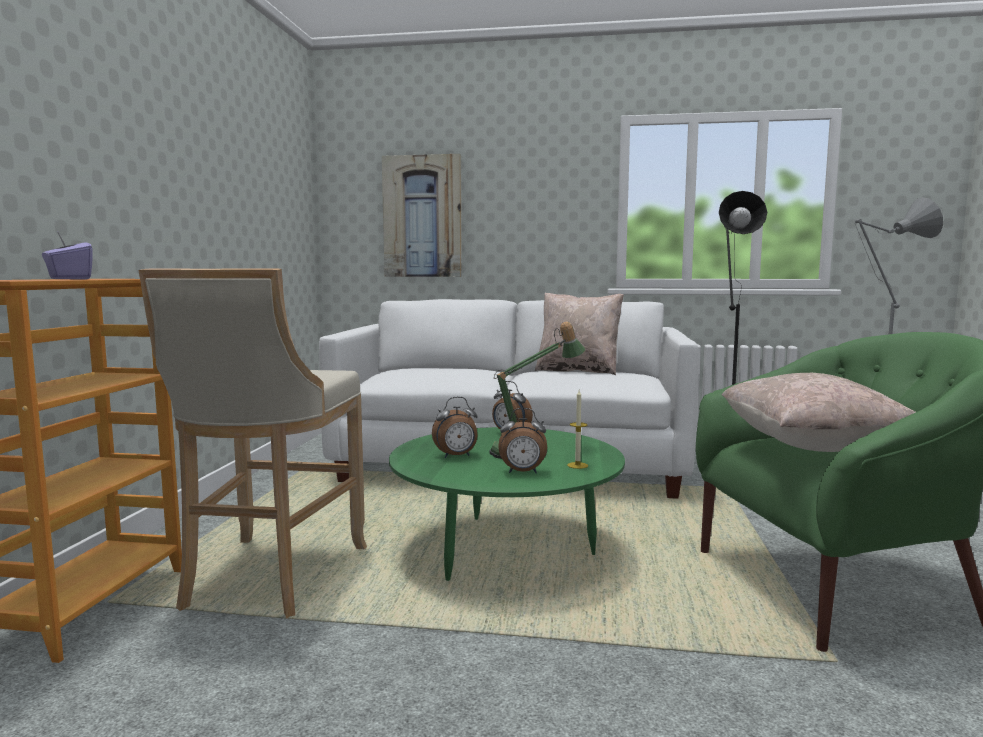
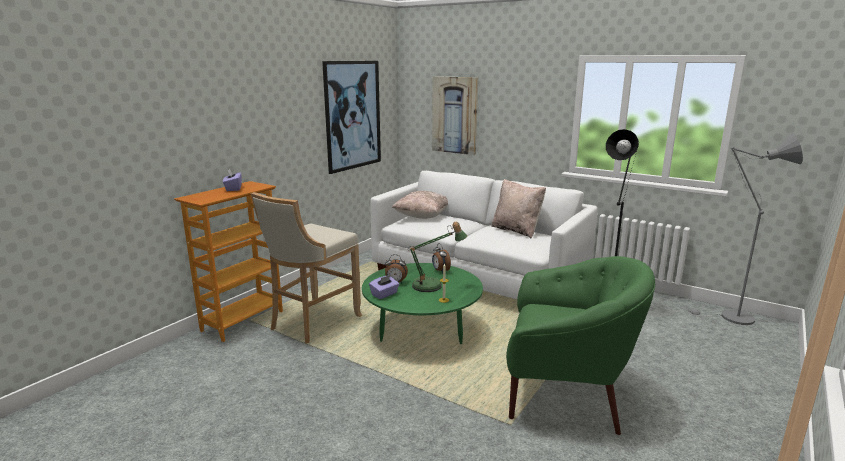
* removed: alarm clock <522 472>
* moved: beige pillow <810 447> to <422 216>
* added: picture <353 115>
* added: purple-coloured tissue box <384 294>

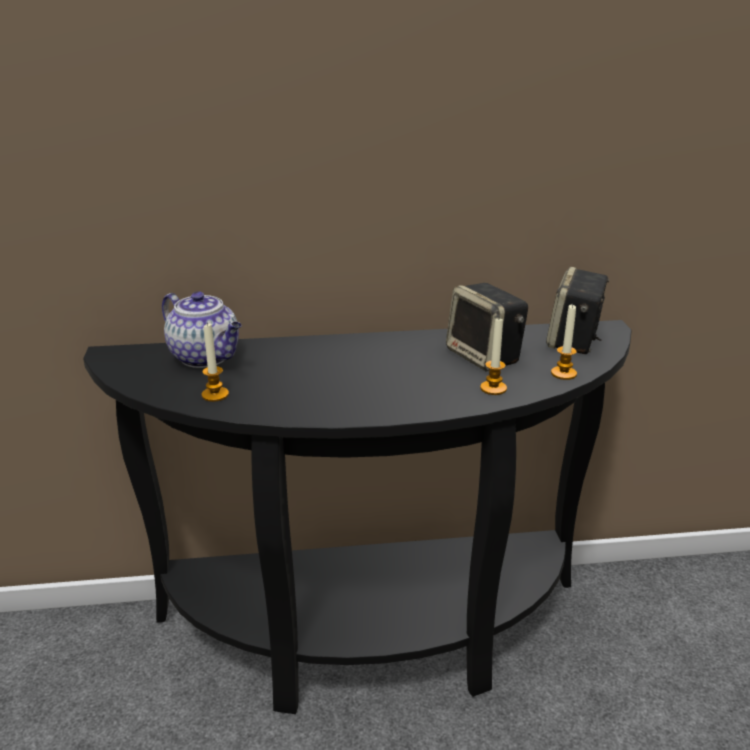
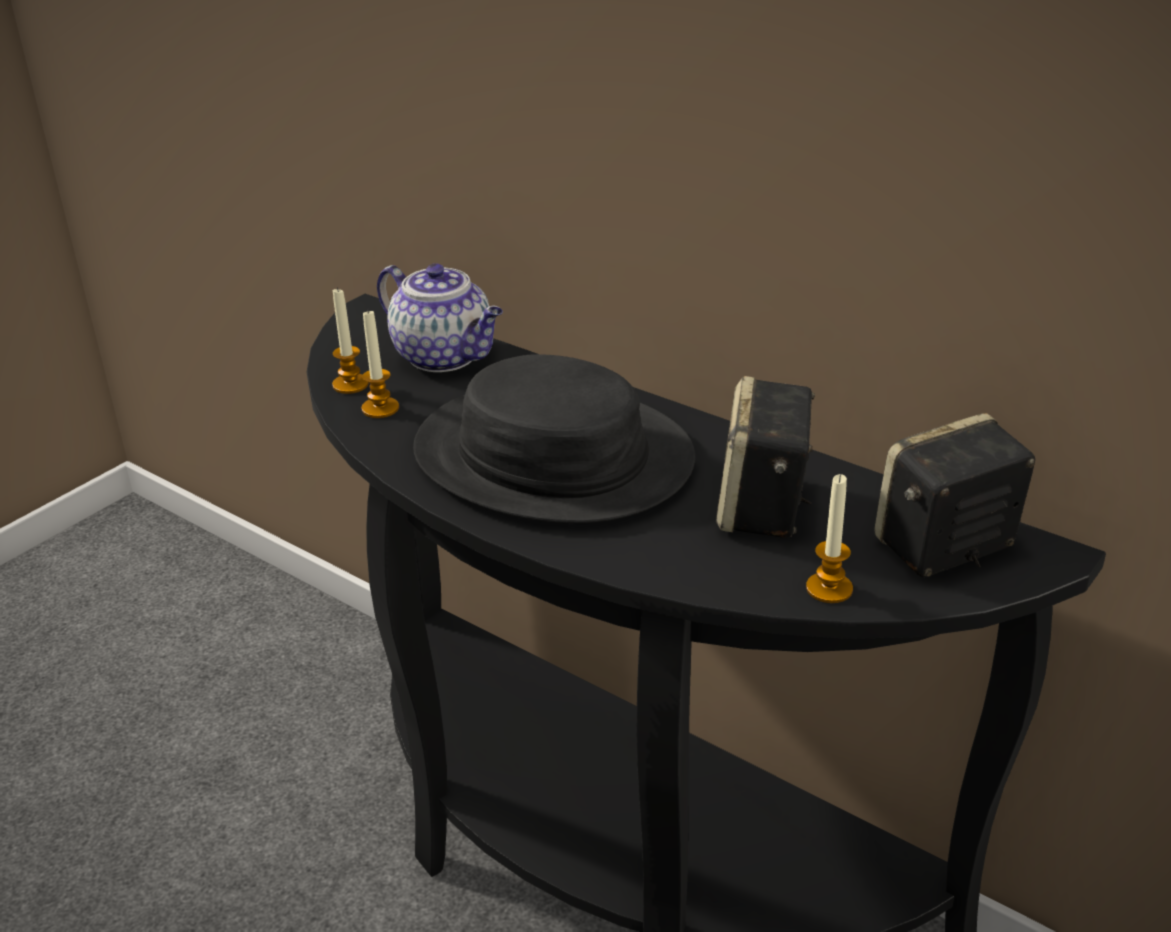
* turned: tea pot <206 357> = <446 356> 45 degrees counterclockwise
* moved: candle <493 388> to <350 385>
* added: black-coloured hat <552 457>

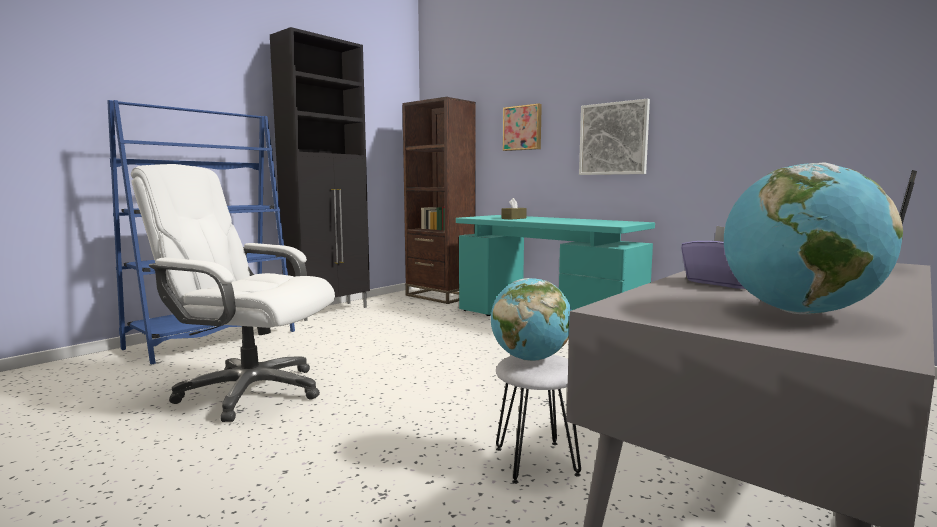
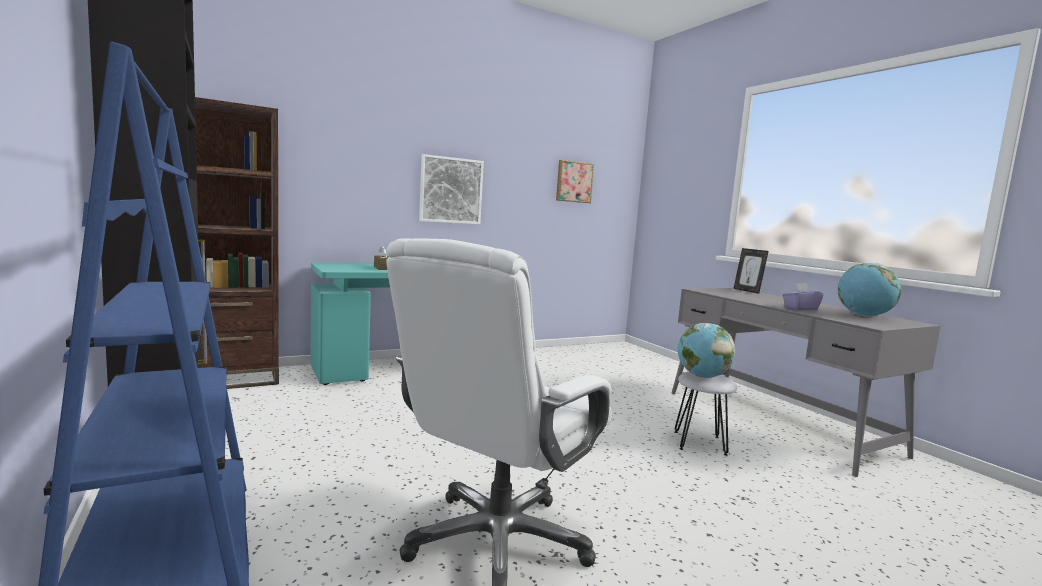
* moved: picture <523 128> to <573 182>

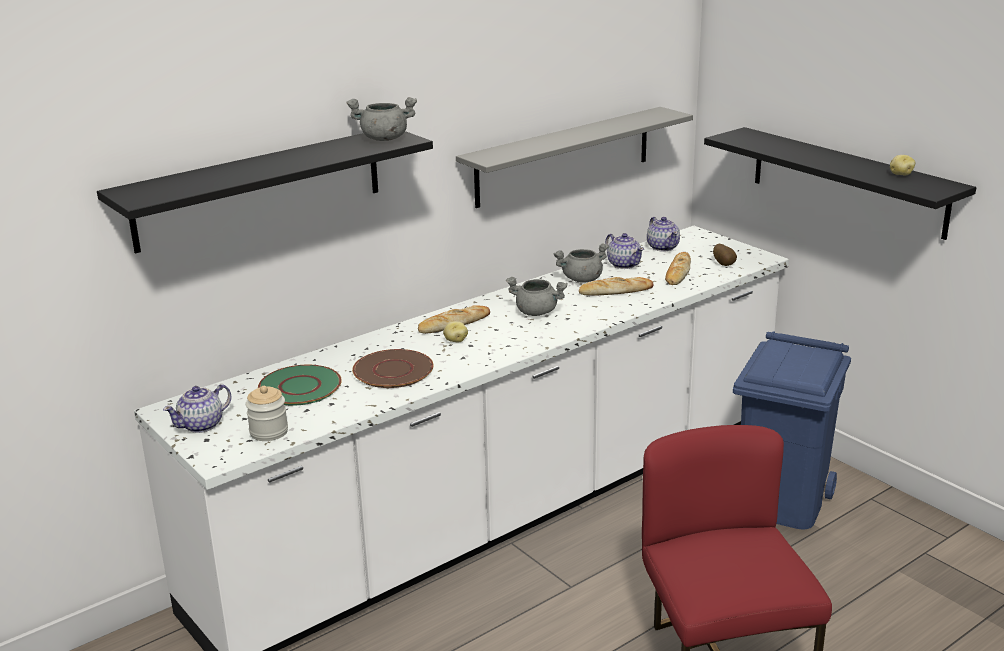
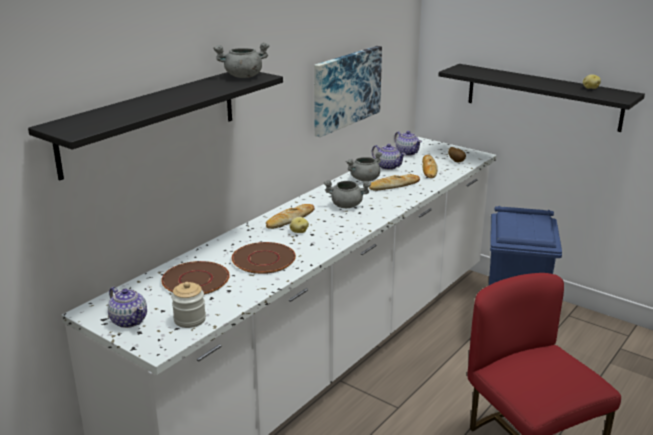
* turned: tea pot <202 425> = <129 320> 75 degrees counterclockwise
* recoloured: green dinner plate <299 387> to brownish dinner plate <195 280>
* replaced: greyish bracket shelf <564 156> to picture <346 89>

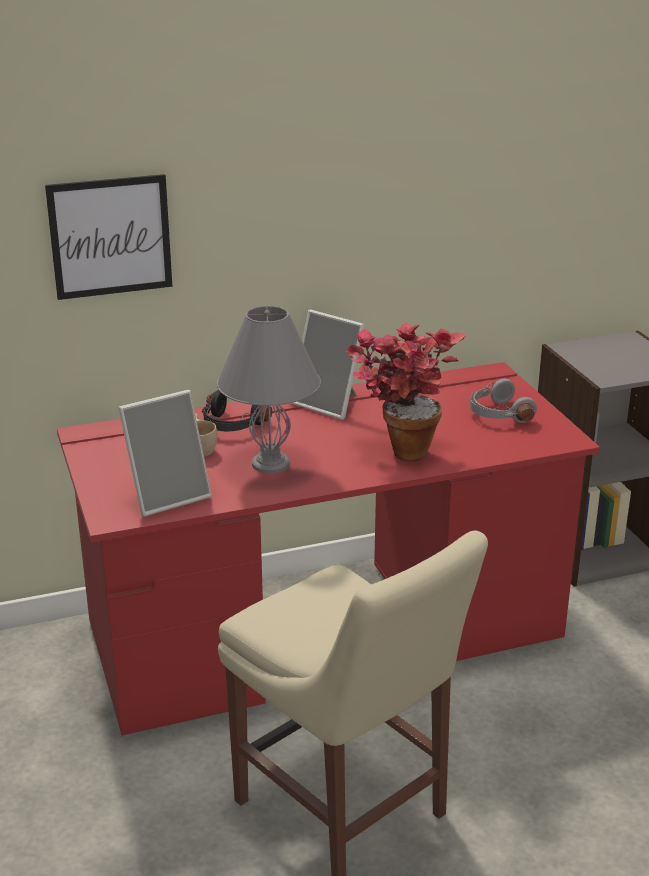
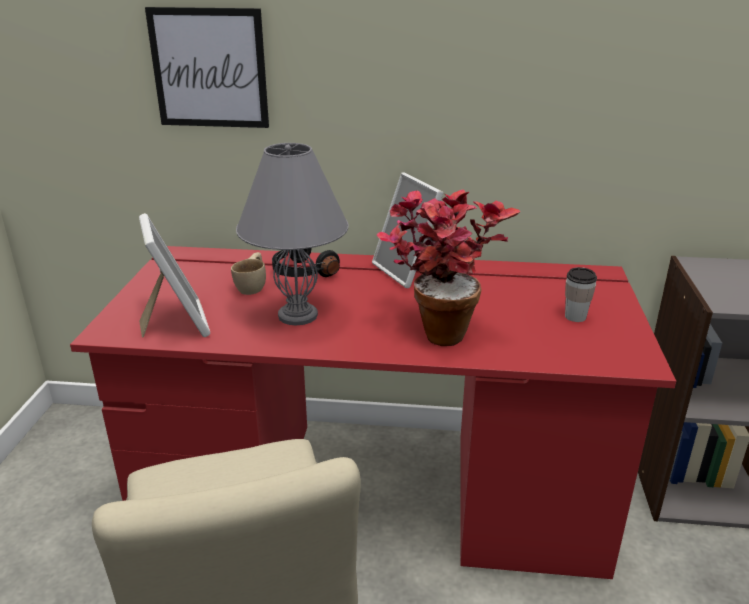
* turned: standing frame <167 495> = <176 323> 105 degrees counterclockwise
* replaced: greyish headphones <498 414> to small cup <575 316>

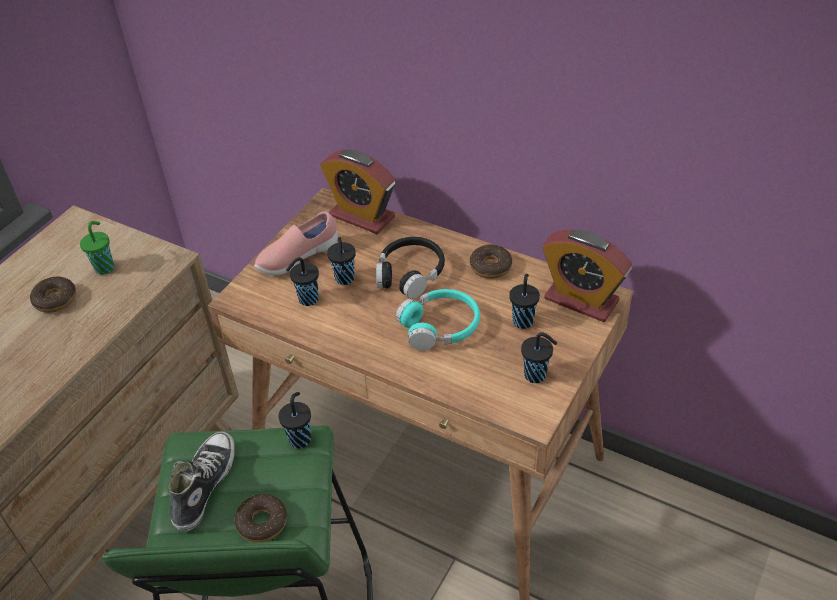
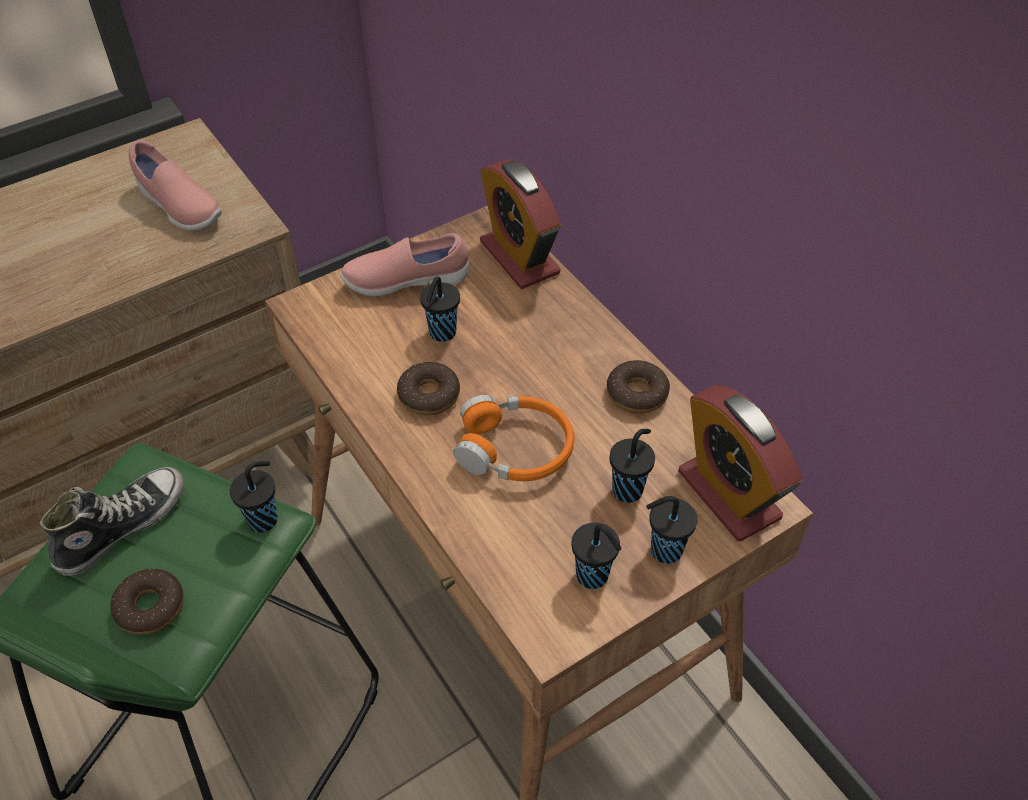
* moved: doughnut <55 299> to <429 395>
* replaced: green small cup <105 267> to pinkish low shoe <178 207>
* moved: black-coloured small cup <307 299> to <664 550>
* removed: black-coloured headphones <410 273>
* recoloured: turquoise headphones <440 327> to orangey headphones <515 449>

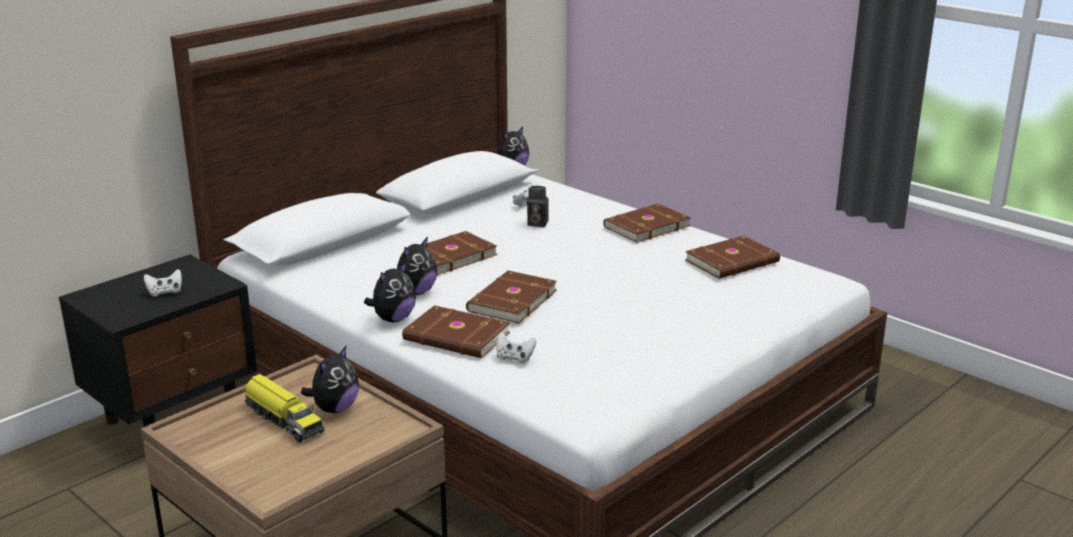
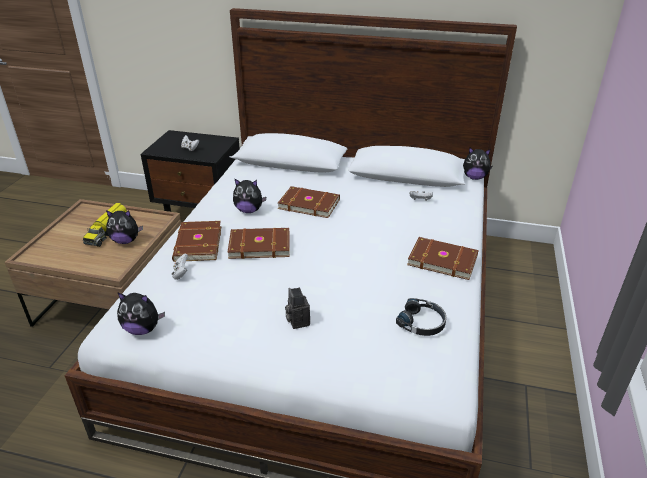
* moved: cuddly toy <393 319> to <142 329>
* moved: still camera <536 223> to <297 321>
* replaced: brownish bound book <733 262> to black-coloured headphones <422 323>

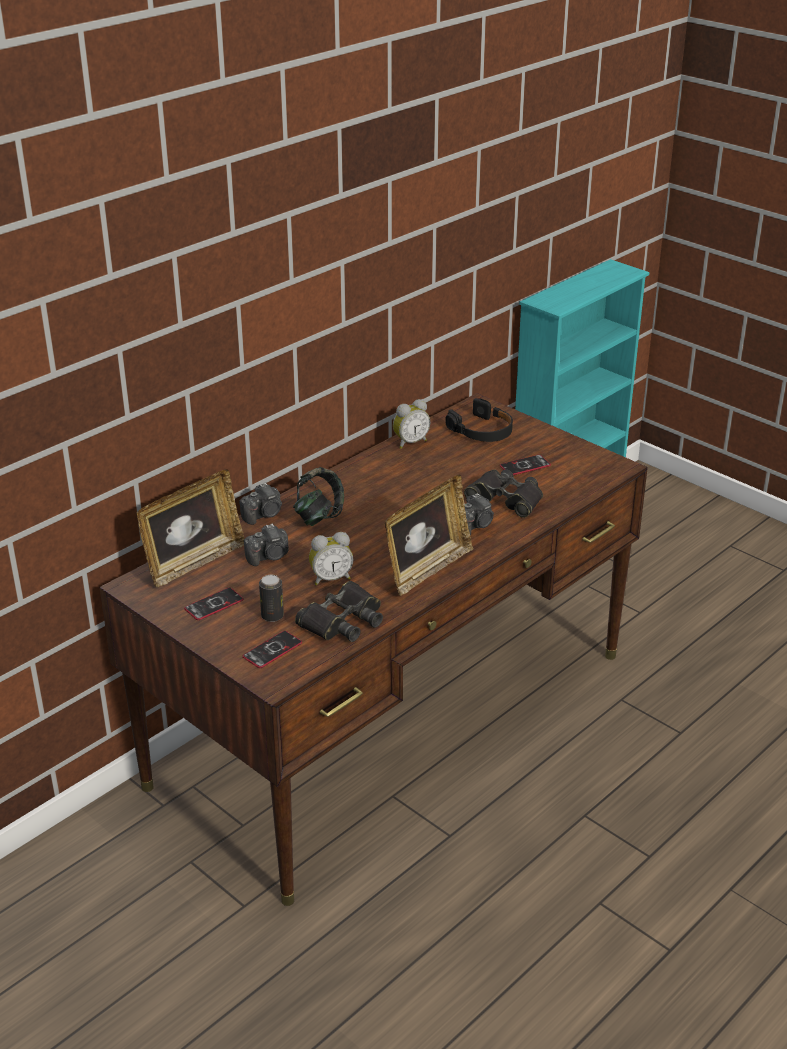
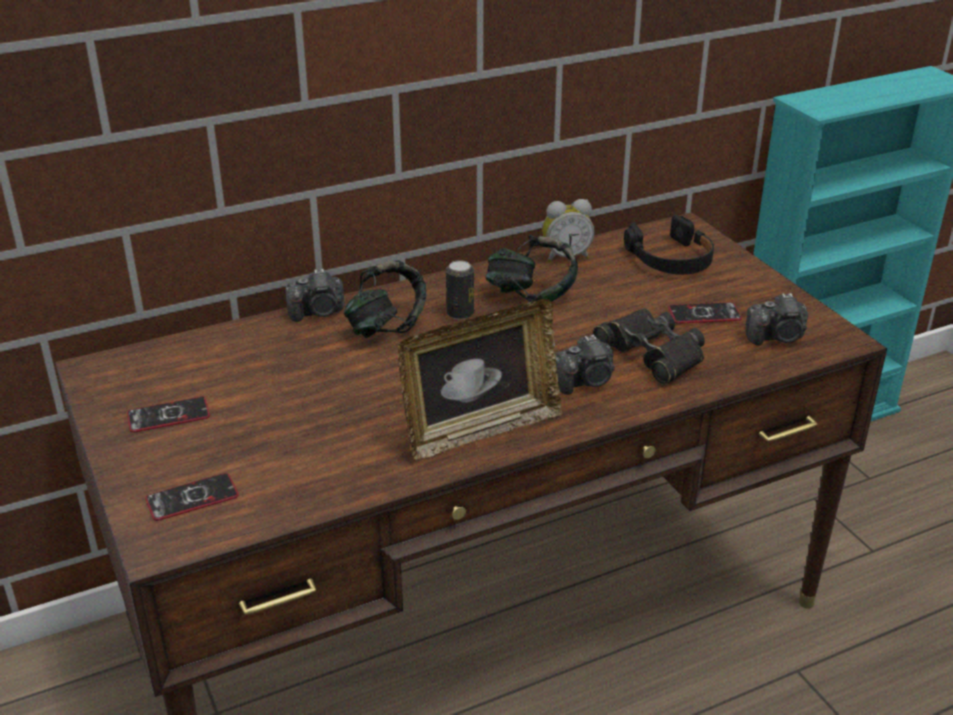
* removed: standing frame <193 562>
* moved: still camera <269 556> to <777 337>
* moved: can <272 616> to <460 313>
* removed: black-coloured pair of binoculars <342 620>
* removed: alarm clock <331 578>
* added: headphones <531 295>

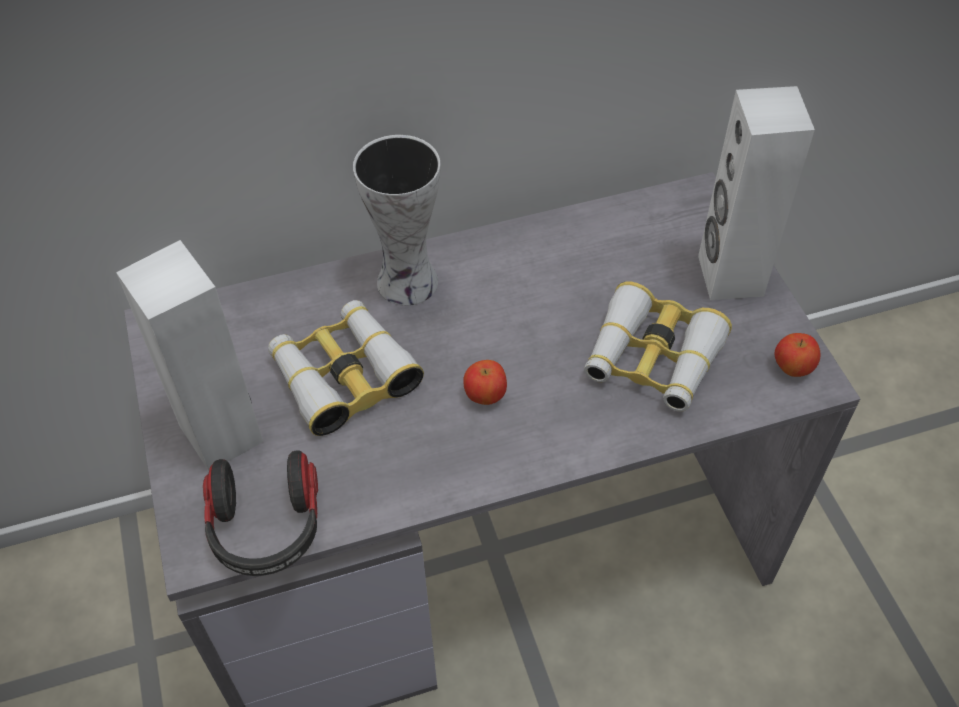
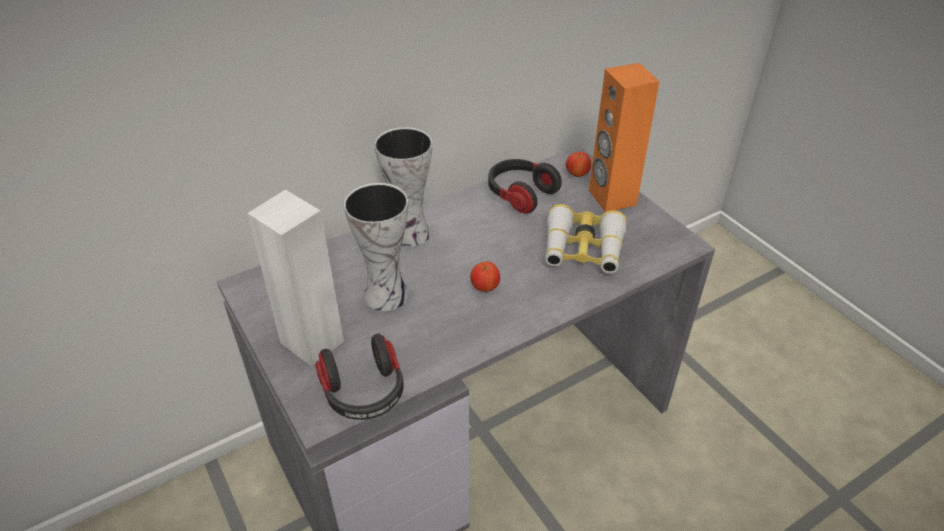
* replaced: pair of binoculars <344 375> to vase <386 293>
* recoloured: whitish audio speaker <729 276> to orangey audio speaker <611 198>
* moved: apple <792 368> to <577 174>
* added: headphones <520 194>

